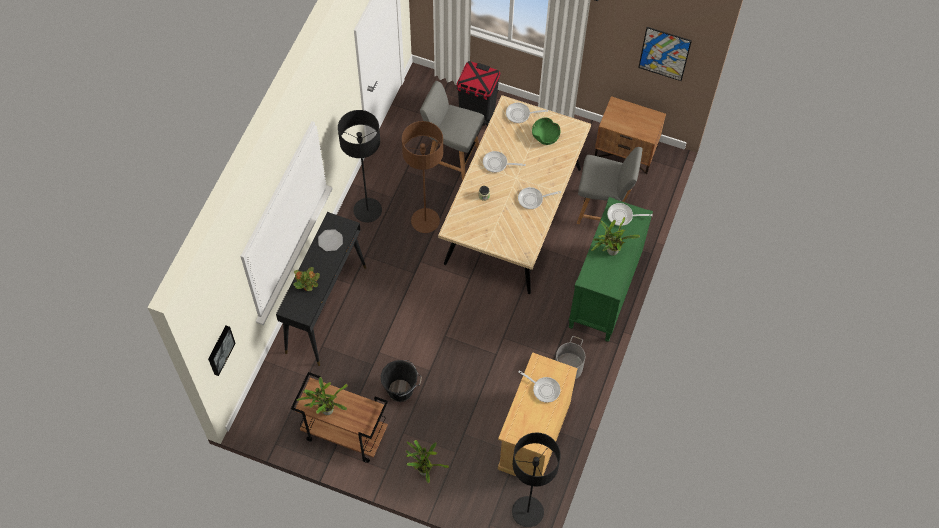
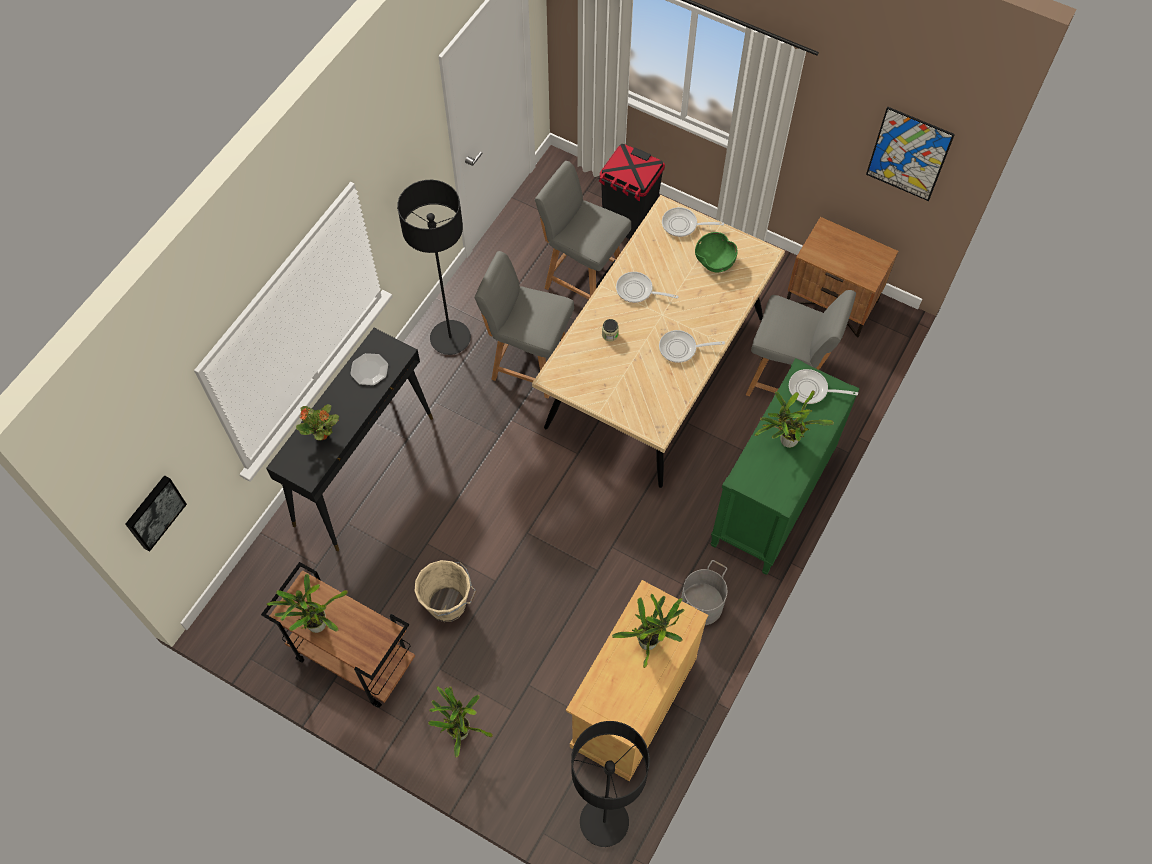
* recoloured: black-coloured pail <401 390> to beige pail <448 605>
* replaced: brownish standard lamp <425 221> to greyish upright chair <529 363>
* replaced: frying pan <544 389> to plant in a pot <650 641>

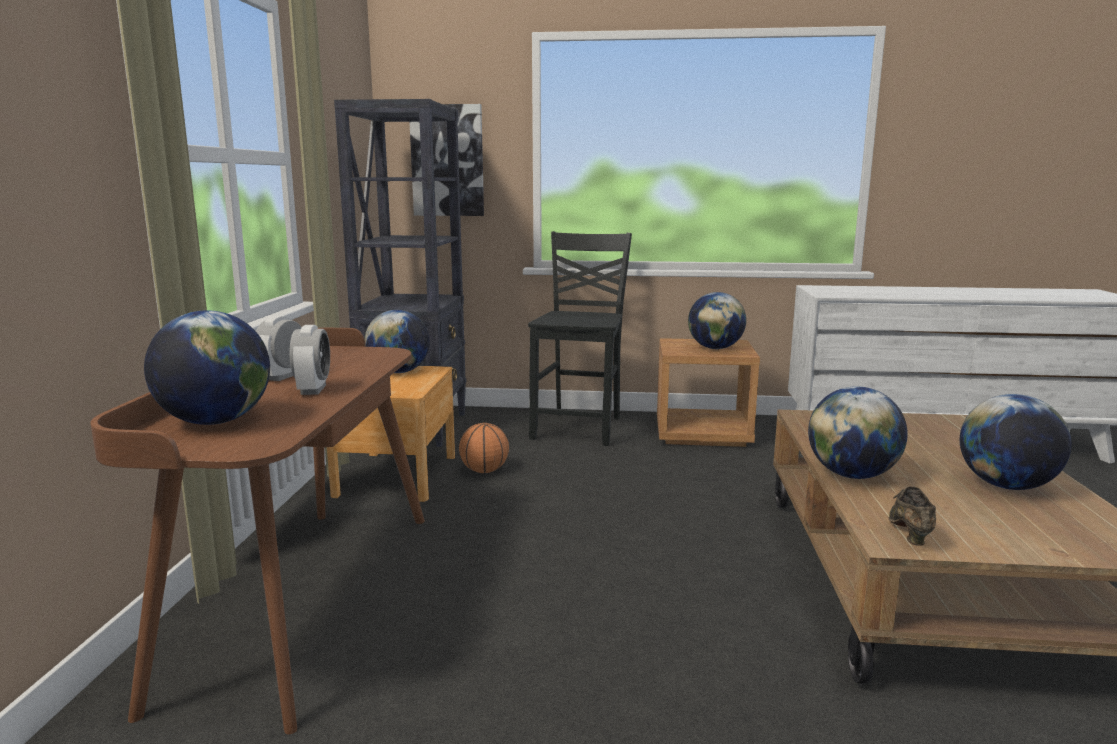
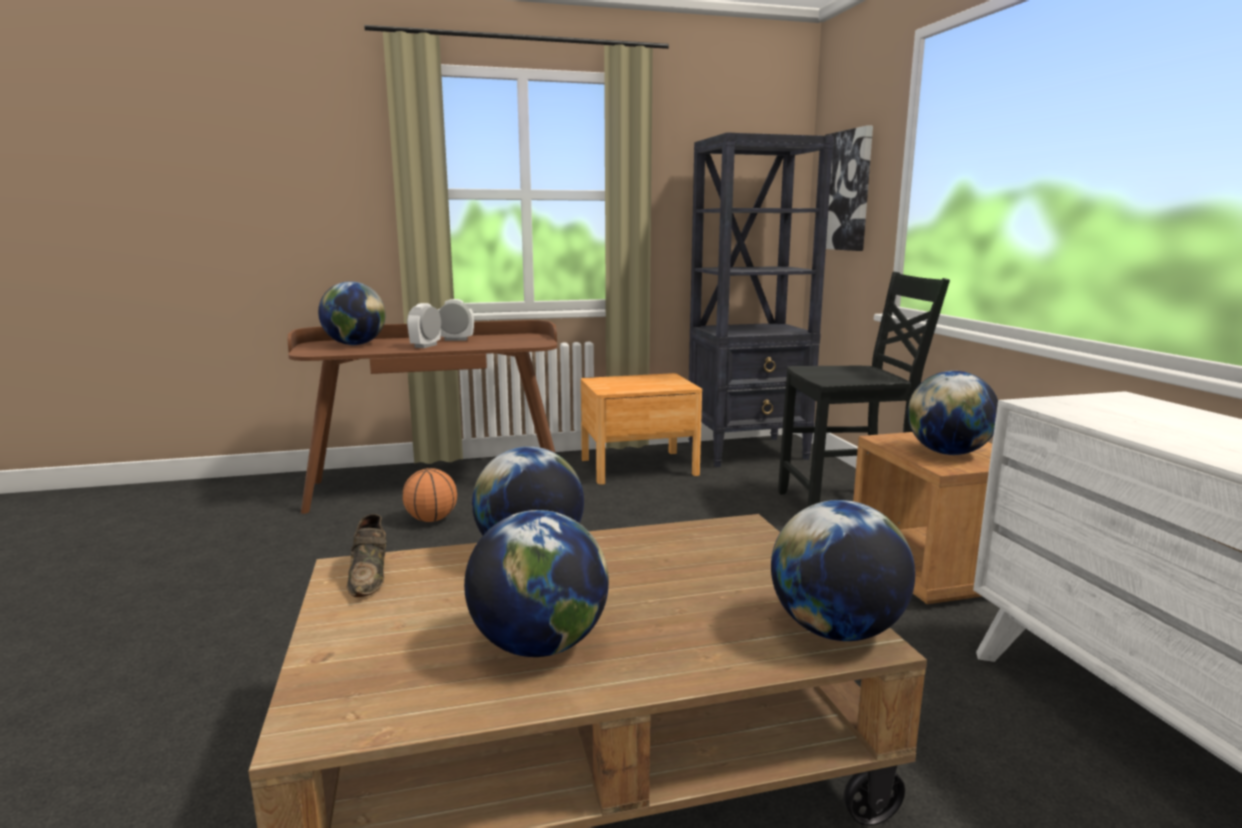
* turned: alarm clock <313 389> = <426 346> 135 degrees clockwise
* moved: globe <398 372> to <836 630>
* moved: basketball <484 471> to <431 520>
* turned: brownish low shoe <909 533> = <370 576> 90 degrees clockwise

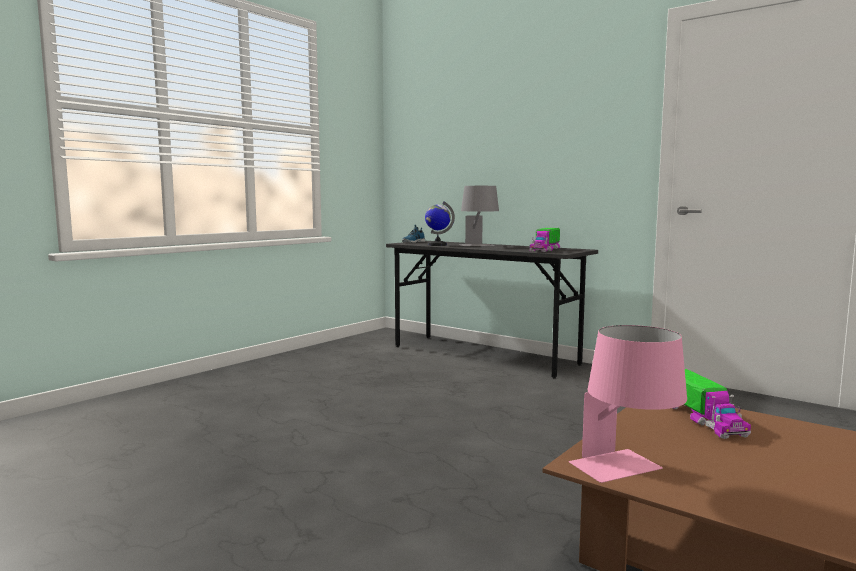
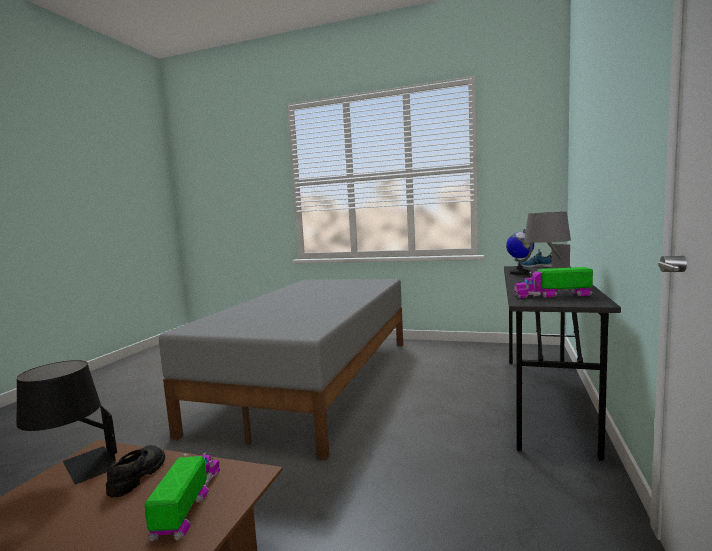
* recoloured: pinkish lamp for a table <628 472> to black-coloured lamp for a table <75 470>
* turned: toy truck <702 419> = <188 503> 120 degrees clockwise
* added: black-coloured low shoe <138 475>
* added: greyish sleeping bed <315 380>

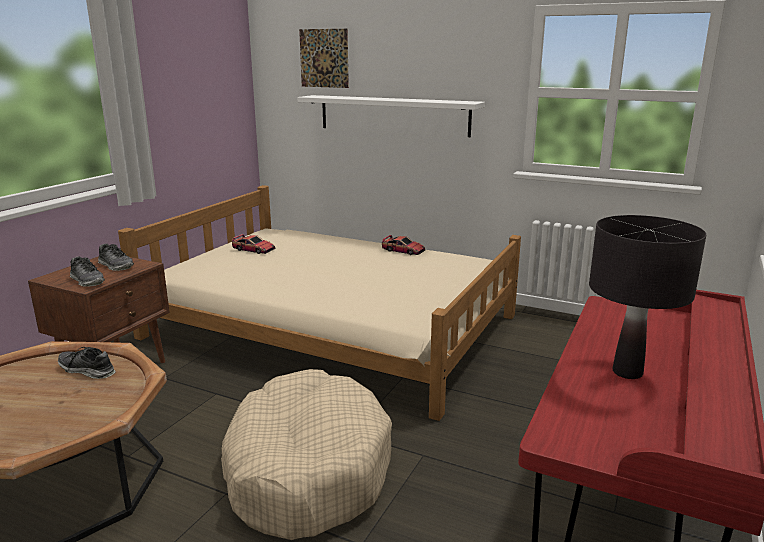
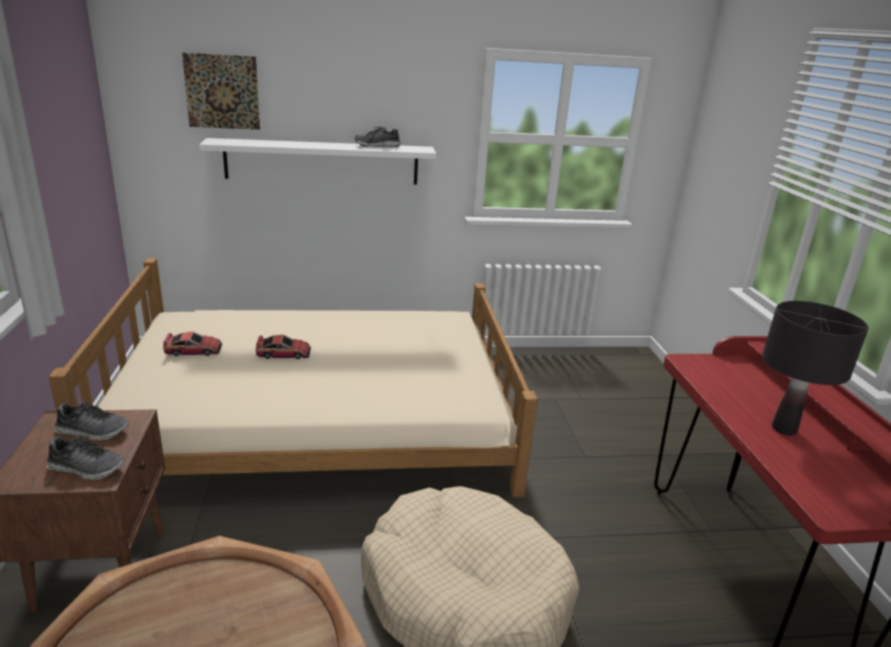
* moved: low shoe <87 370> to <377 146>
* moved: model car <403 250> to <284 353>

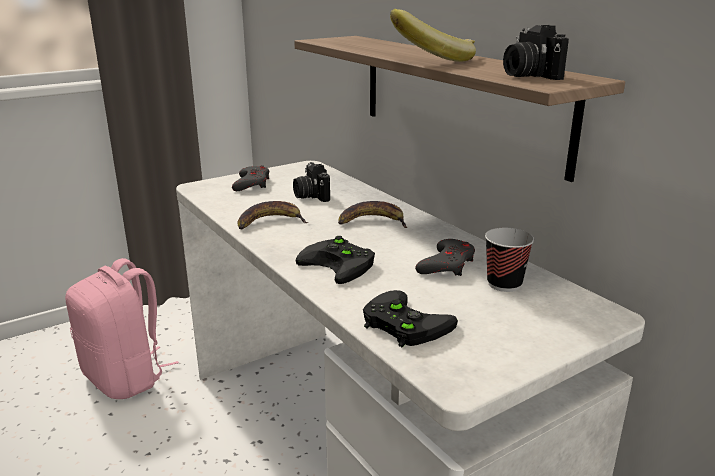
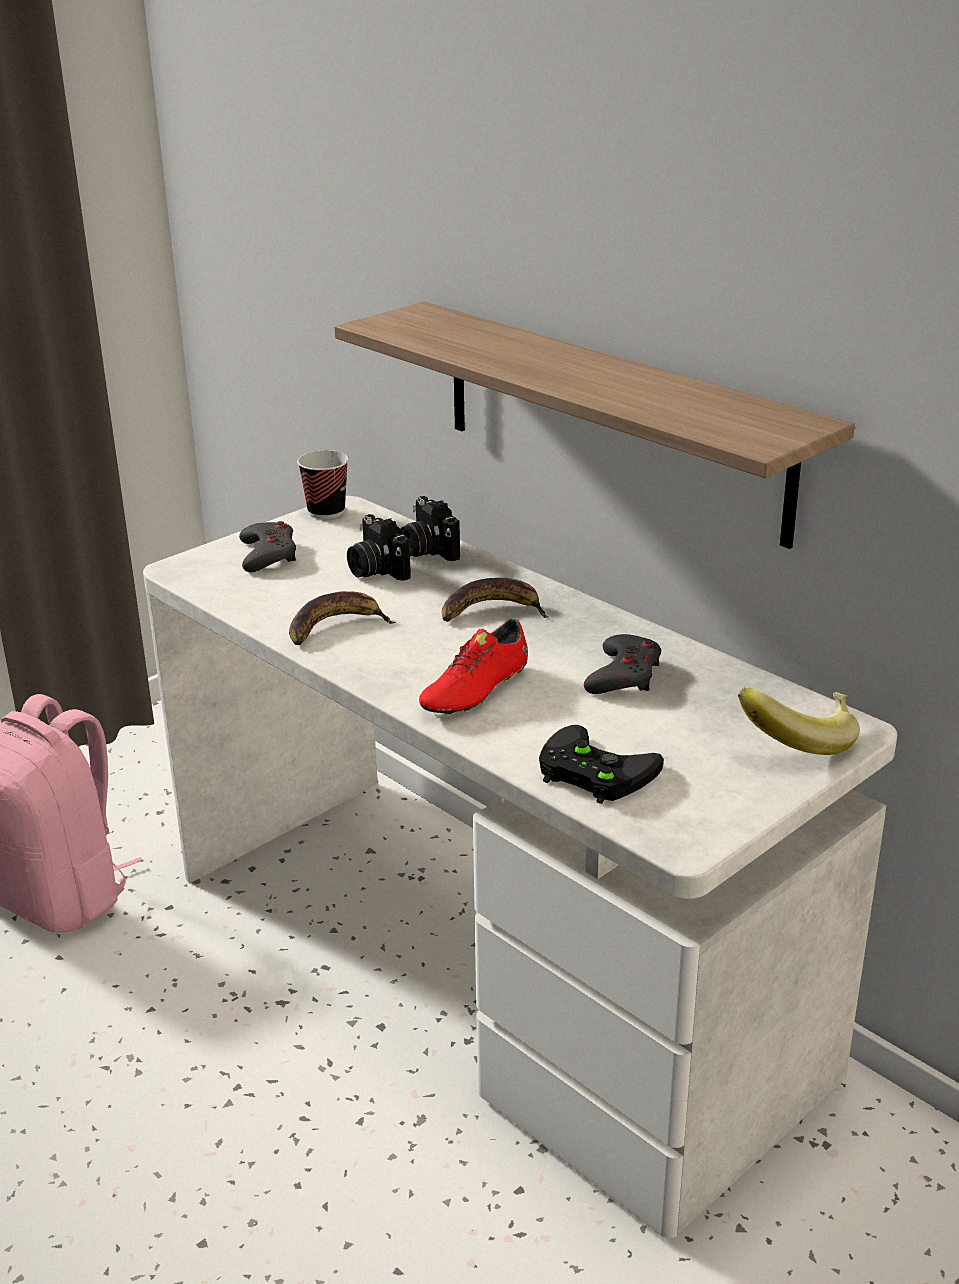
* replaced: black-coloured game controller <341 265> to red-coloured low shoe <475 691>
* moved: banana <435 59> to <797 740>
* moved: small cup <504 284> to <326 512>
* moved: still camera <528 75> to <426 550>

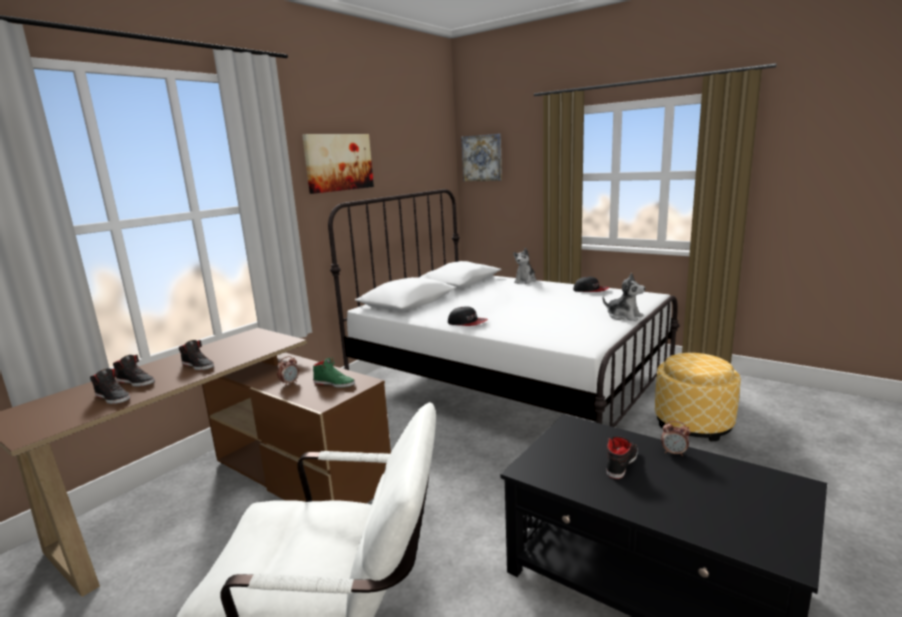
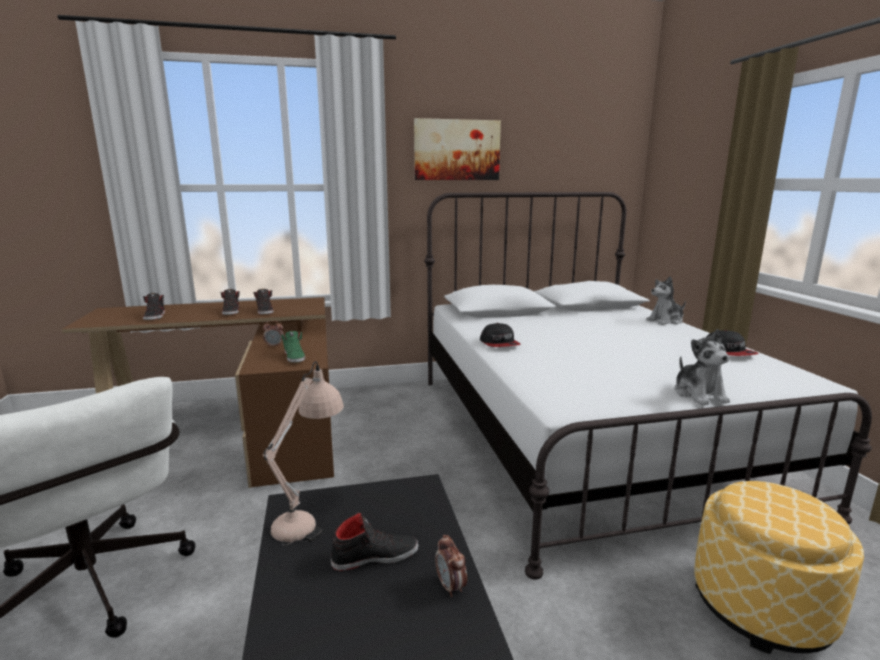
* moved: black-coloured low shoe <136 382> to <265 311>
* removed: picture <482 158>
* added: beige lamp for a table <311 514>

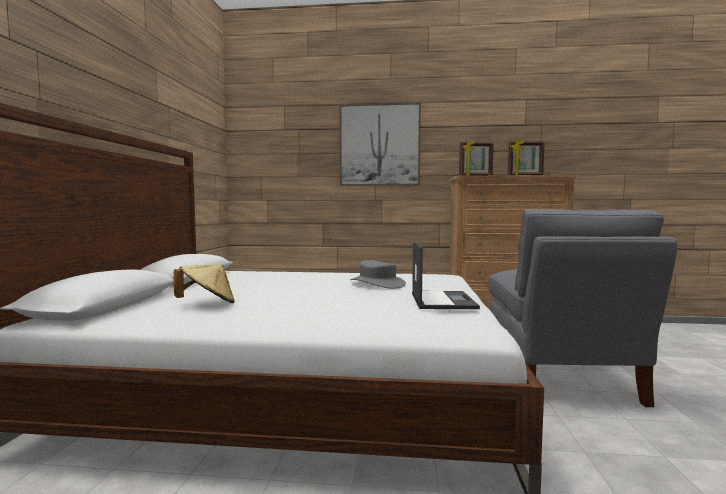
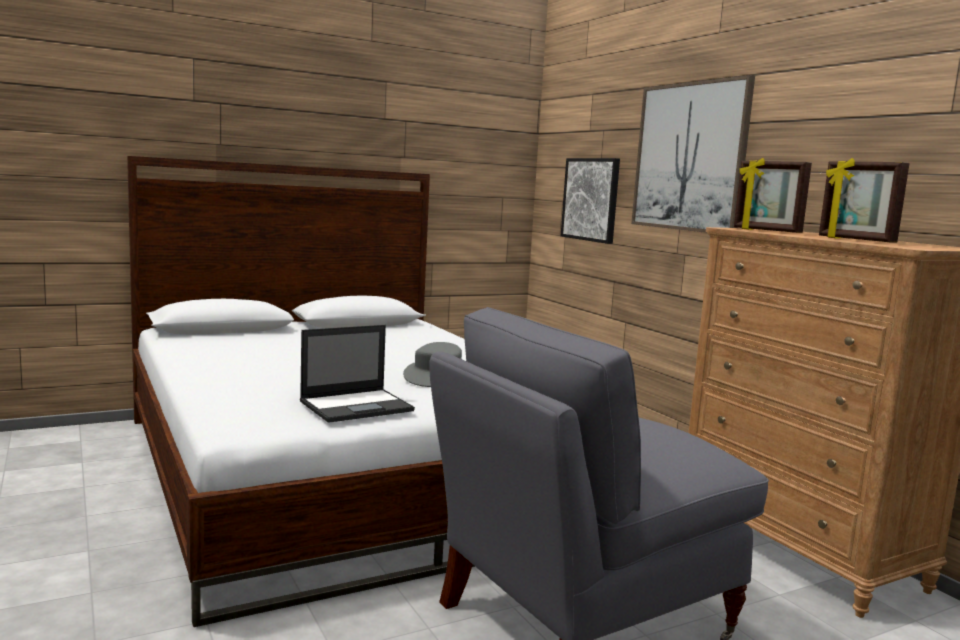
* removed: beige hat <207 304>
* added: picture <591 199>

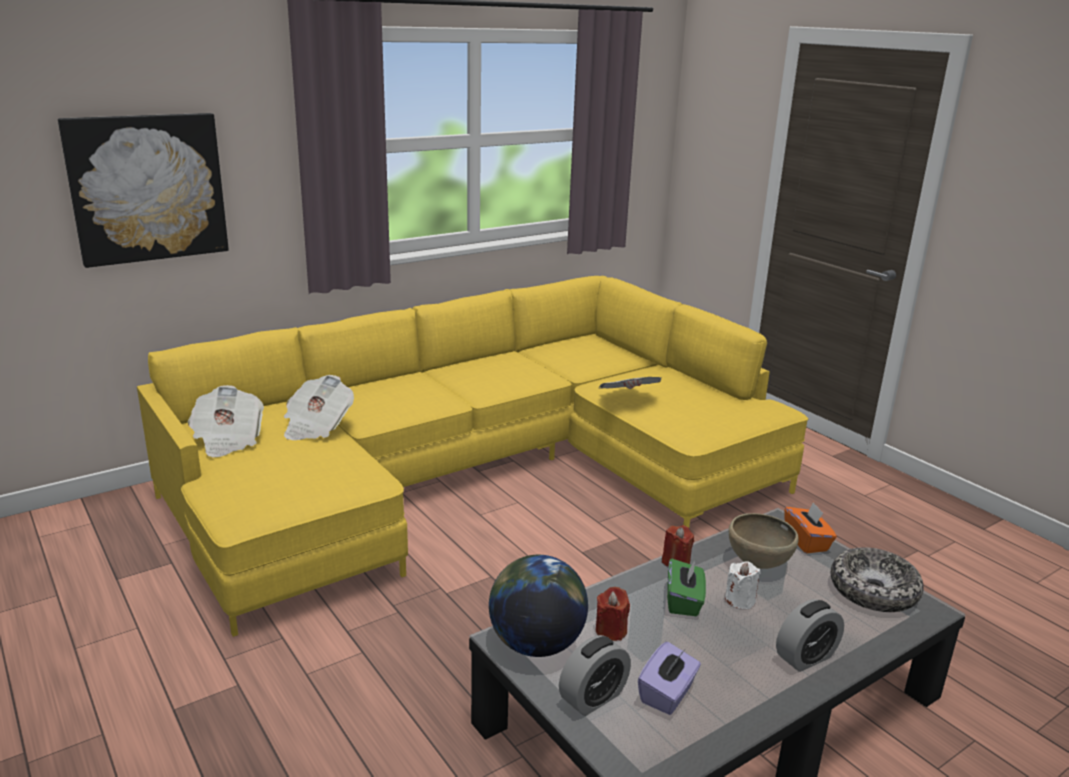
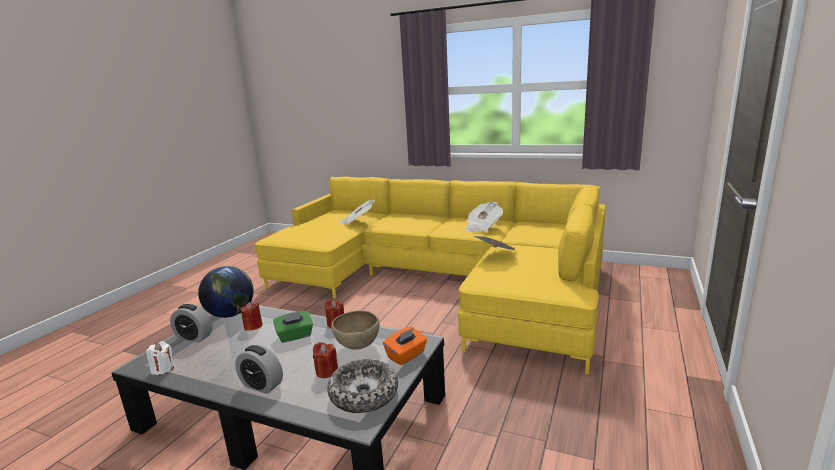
* removed: picture <147 188>
* moved: printed paper <228 439> to <482 227>
* removed: purple-coloured tissue box <667 694>
* moved: whitish candle <740 600> to <163 369>
* added: red-coloured candle <326 371>

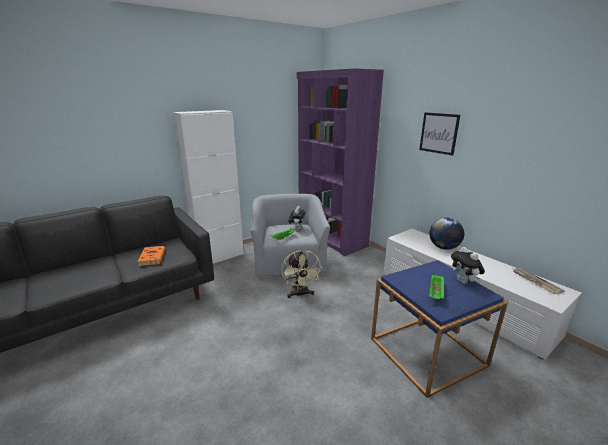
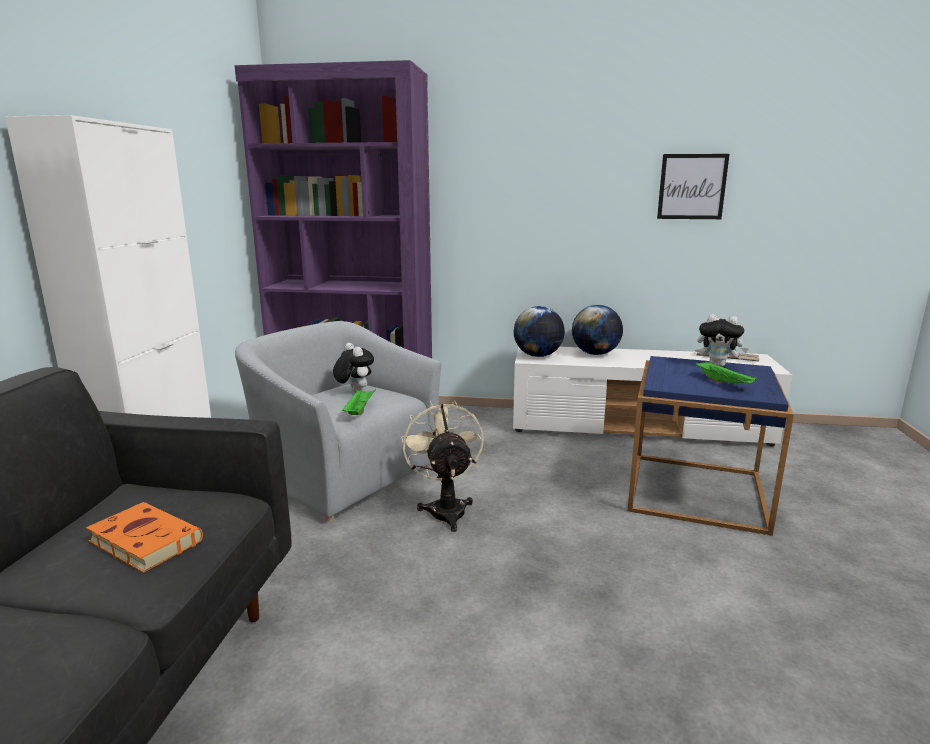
* turned: beige cooling fan <300 294> = <445 508> 135 degrees counterclockwise
* moved: picture <439 133> to <692 187>
* added: globe <538 356>

